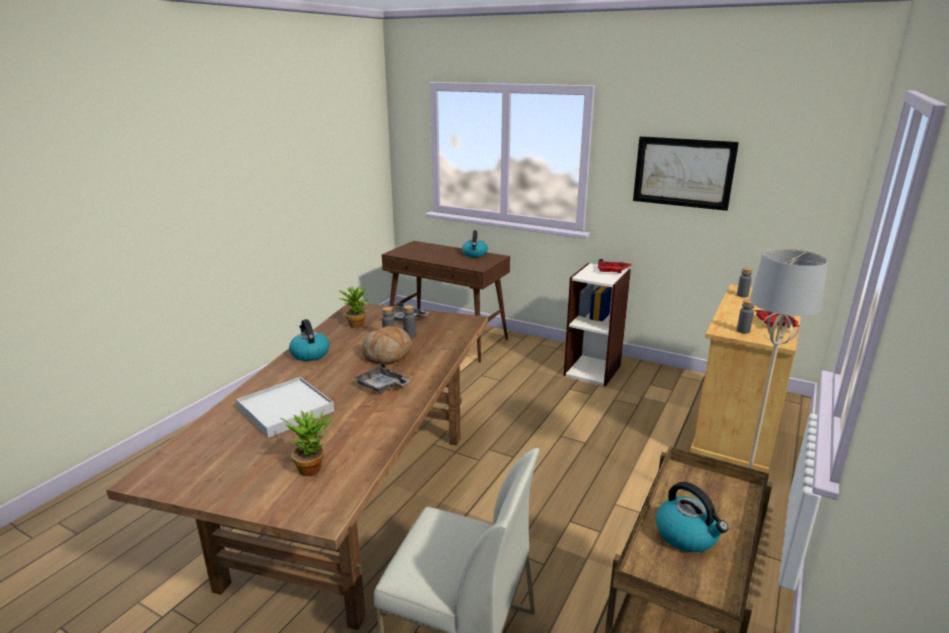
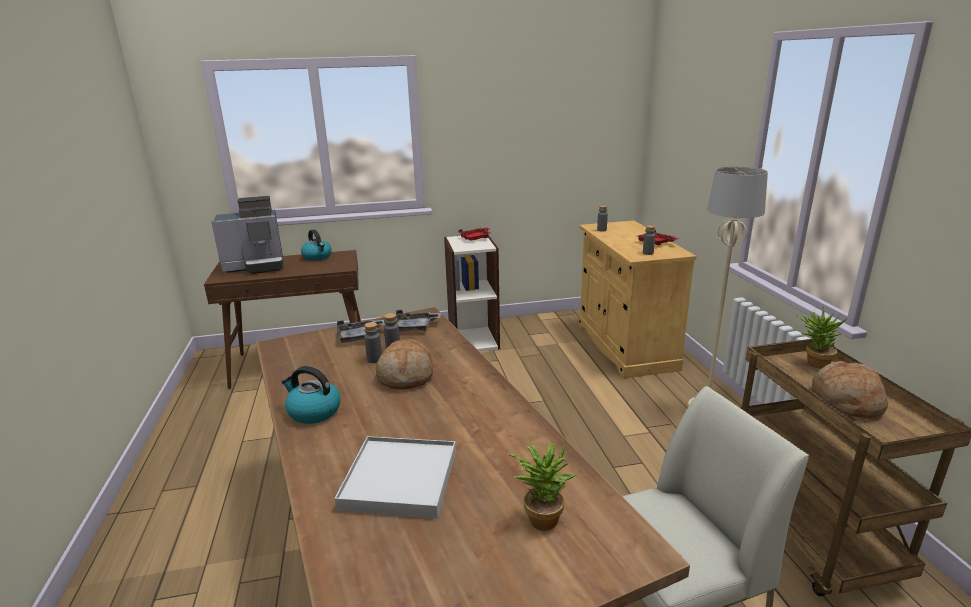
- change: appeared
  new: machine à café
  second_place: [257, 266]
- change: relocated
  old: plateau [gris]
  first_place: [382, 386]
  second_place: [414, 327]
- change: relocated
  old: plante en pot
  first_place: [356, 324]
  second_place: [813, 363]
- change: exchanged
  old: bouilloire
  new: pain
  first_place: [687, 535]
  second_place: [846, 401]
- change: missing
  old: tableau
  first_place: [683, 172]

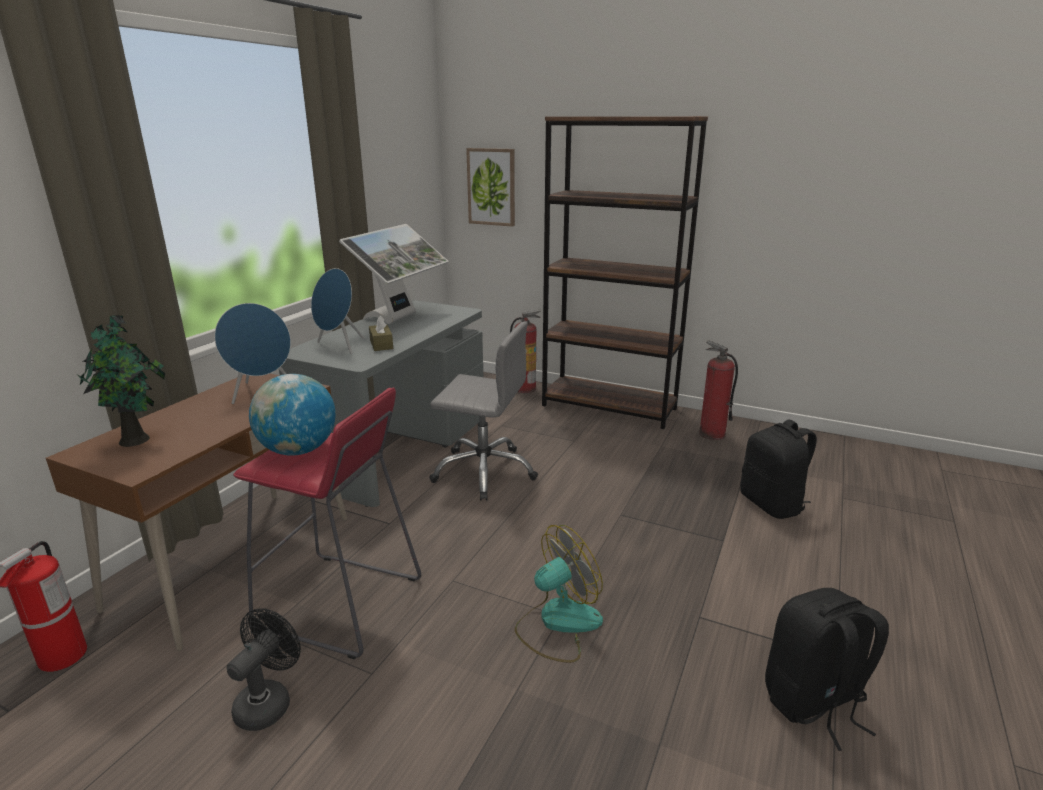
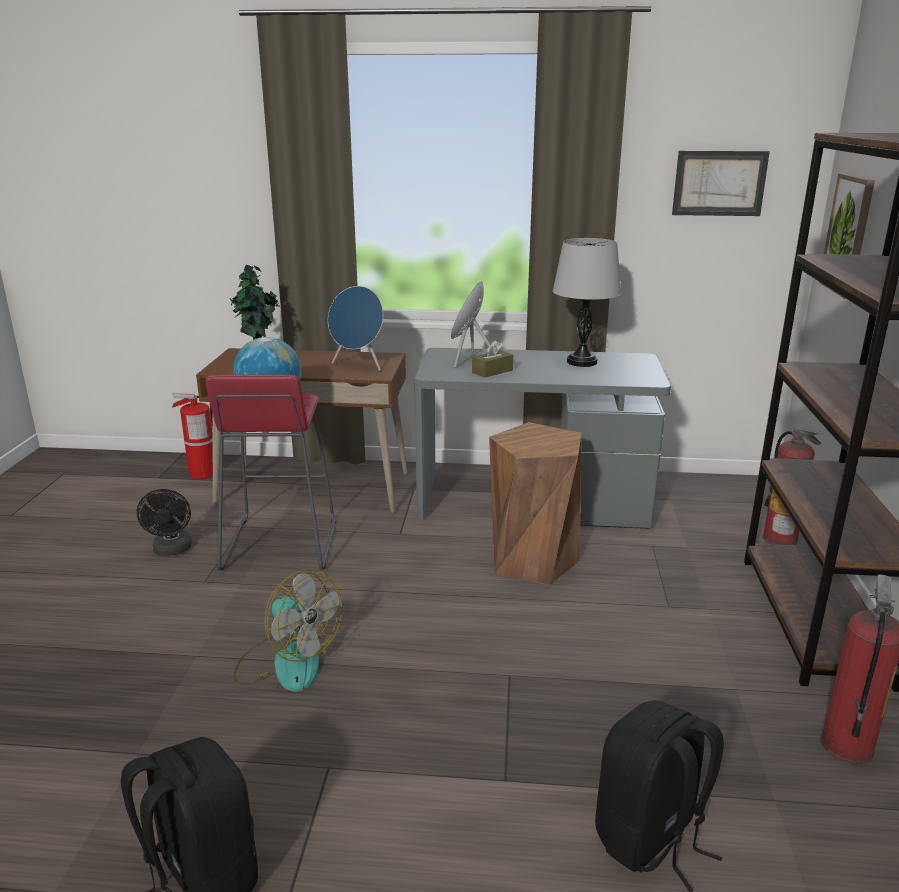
- change: spun
  old: ventilateur [noir]
  first_place: [268, 701]
  second_place: [172, 550]
  degrees: 75
- change: exchanged
  old: chaise de bureau [gris]
  new: tabouret [marron]
  first_place: [484, 471]
  second_place: [532, 559]
- change: exchanged
  old: écran d'ordinateur
  new: lampe de table [gris]
  first_place: [400, 318]
  second_place: [582, 362]
- change: appeared
  new: tableau
  second_place: [719, 183]

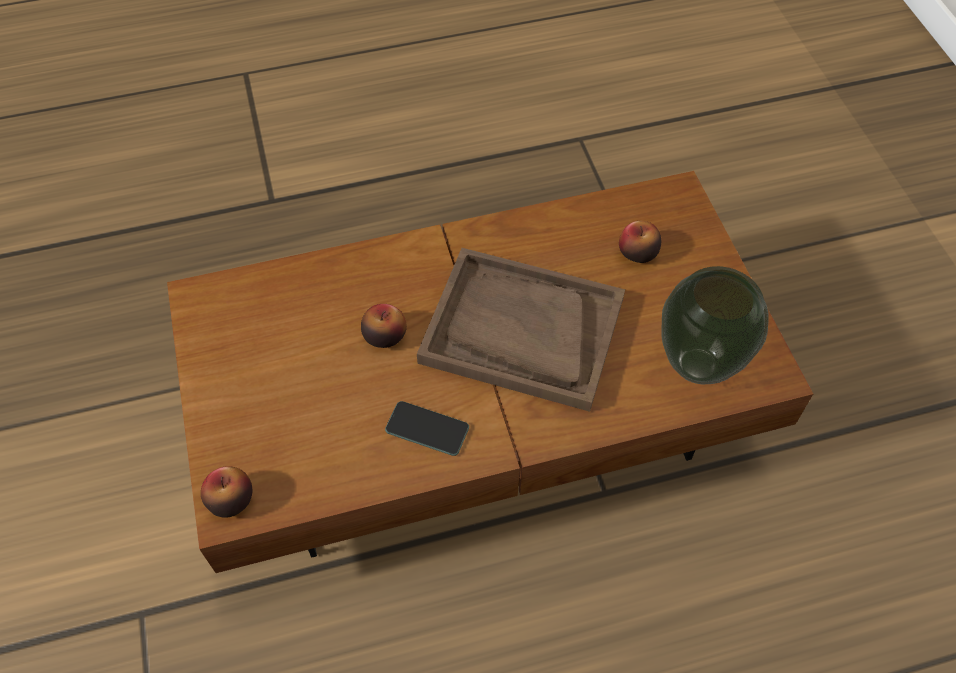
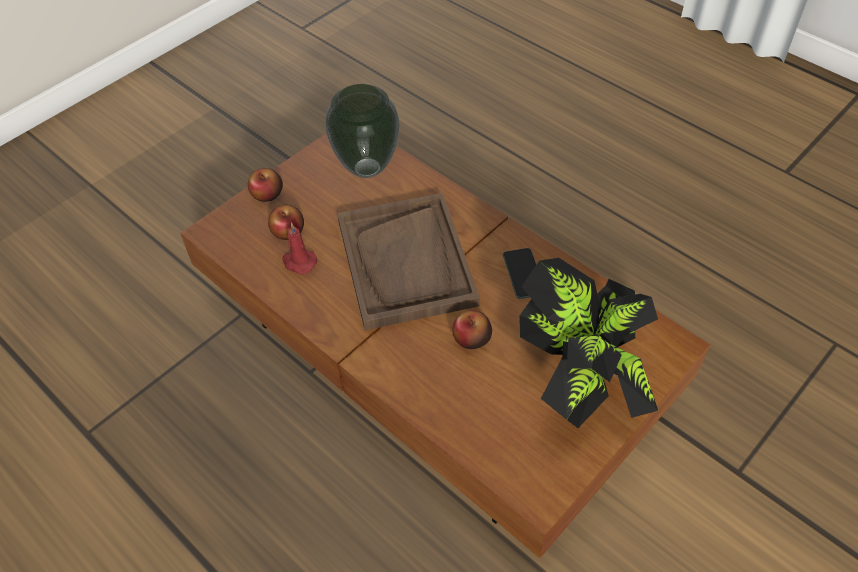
- change: relocated
  old: pomme
  first_place: [231, 499]
  second_place: [267, 194]
- change: appeared
  new: bougie [rouge]
  second_place: [299, 262]
- change: appeared
  new: plante en pot
  second_place: [579, 386]

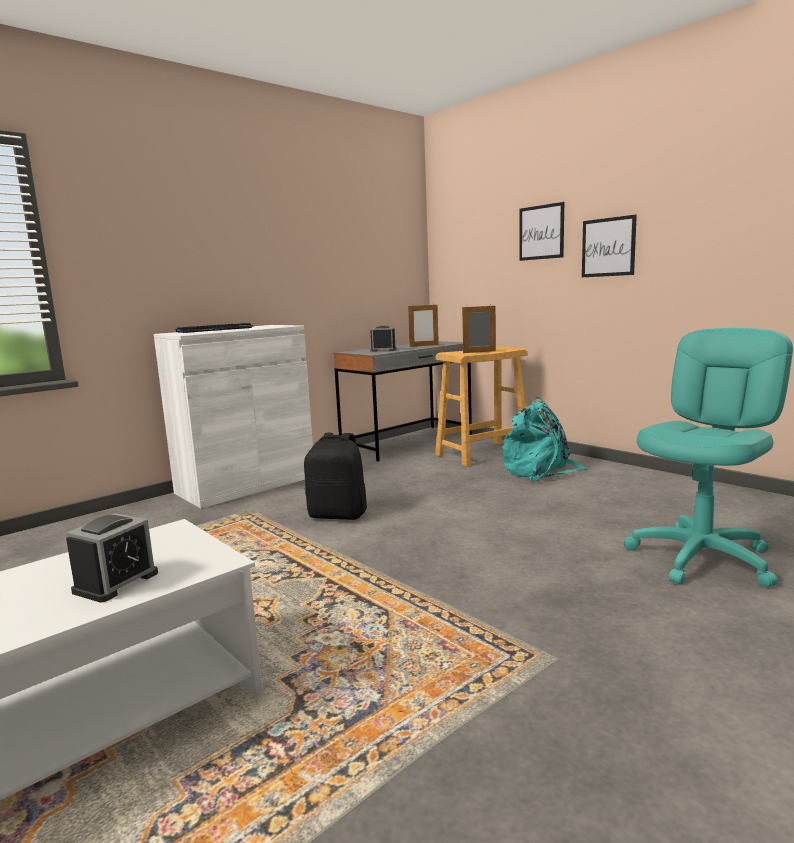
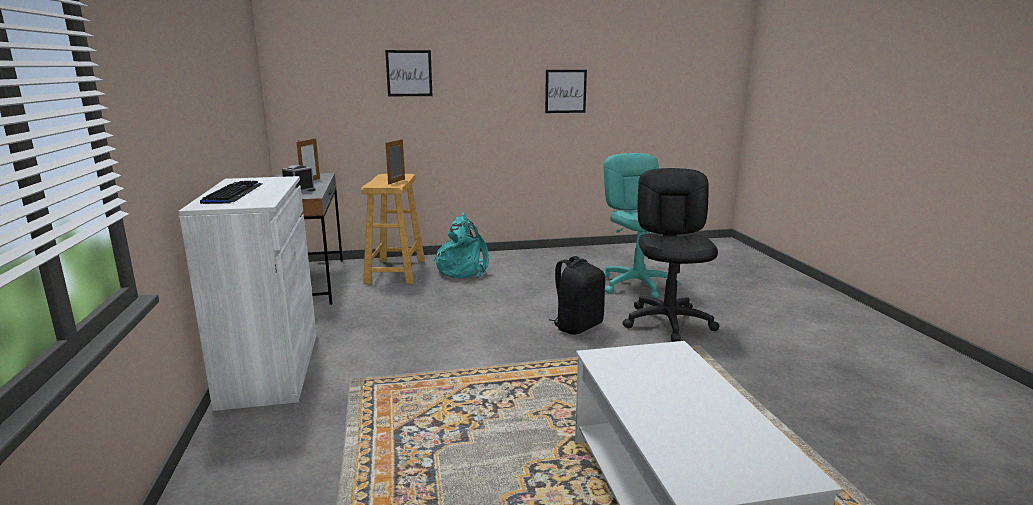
- change: relocated
  old: tableau
  first_place: [608, 247]
  second_place: [565, 91]
- change: relocated
  old: sac à dos [noir]
  first_place: [338, 515]
  second_place: [577, 326]
- change: appeared
  new: chaise de bureau [noir]
  second_place: [668, 322]
- change: missing
  old: réveil
  first_place: [116, 582]

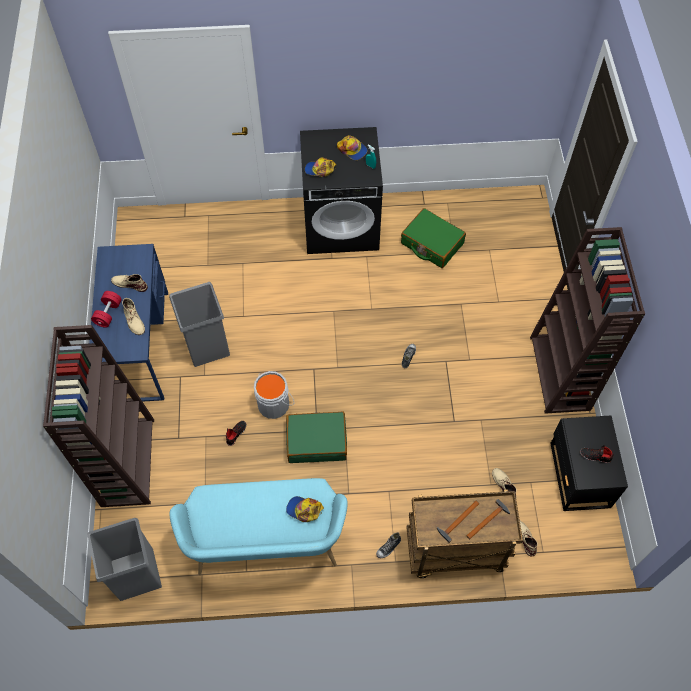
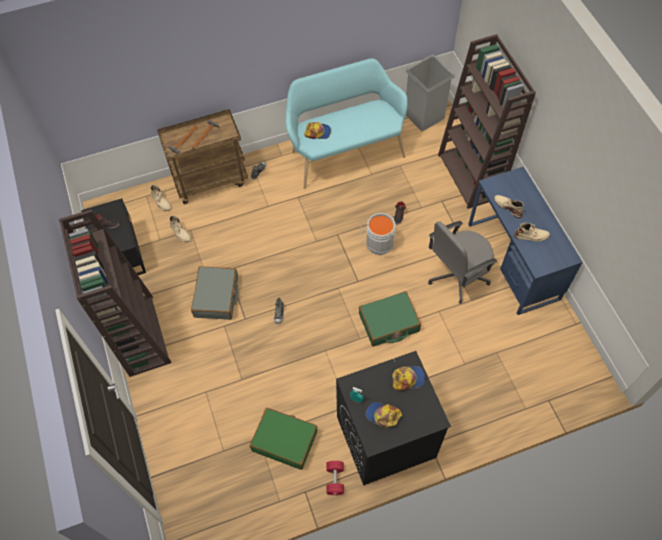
- change: appeared
  new: valise [gris]
  second_place: [217, 297]
- change: relocated
  old: haltère [rouge]
  first_place: [108, 313]
  second_place: [335, 480]
- change: relocated
  old: valise [vert]
  first_place: [316, 441]
  second_place: [389, 323]
- change: exchanged
  old: poubelle [gris]
  new: chaise de bureau [gris]
  first_place: [207, 346]
  second_place: [457, 276]

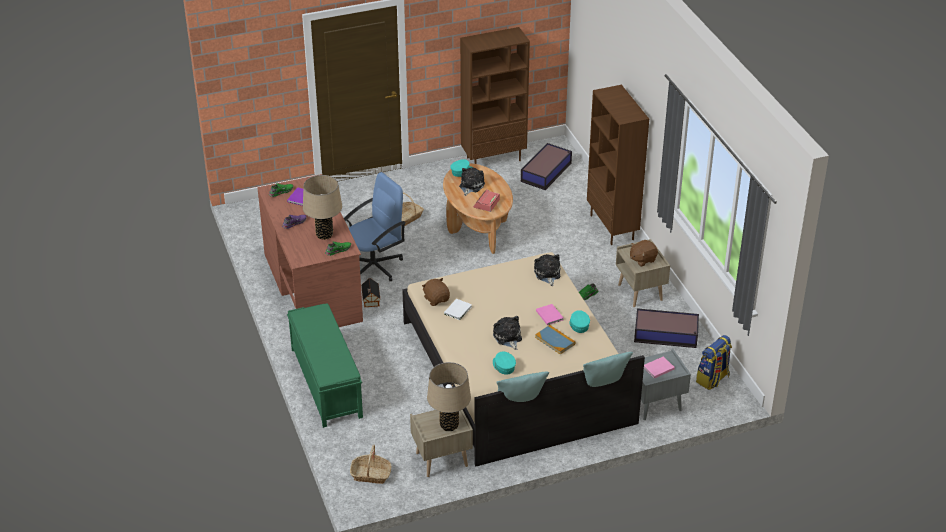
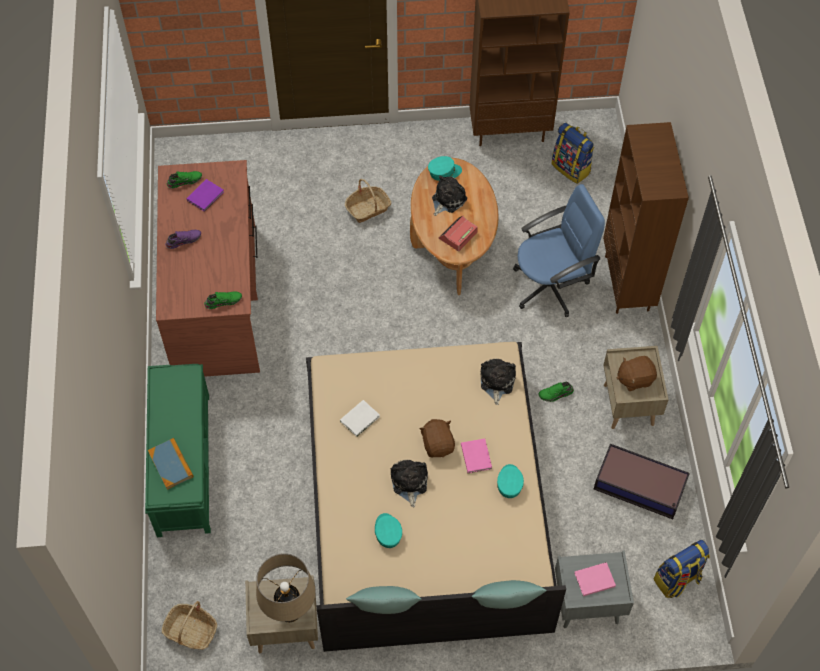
- change: relocated
  old: livre
  first_place: [555, 341]
  second_place: [171, 464]
- change: relocated
  old: peluche [marron]
  first_place: [436, 299]
  second_place: [438, 444]
- change: relocated
  old: chaise de bureau [bleu]
  first_place: [374, 266]
  second_place: [551, 286]
- change: exchanged
  old: boîte de rangement
  new: sac à dos
  first_place: [546, 172]
  second_place: [571, 168]
- change: missing
  old: lampe de table [beige]
  first_place: [324, 235]
- change: missing
  old: maison miniature
  first_place: [370, 300]

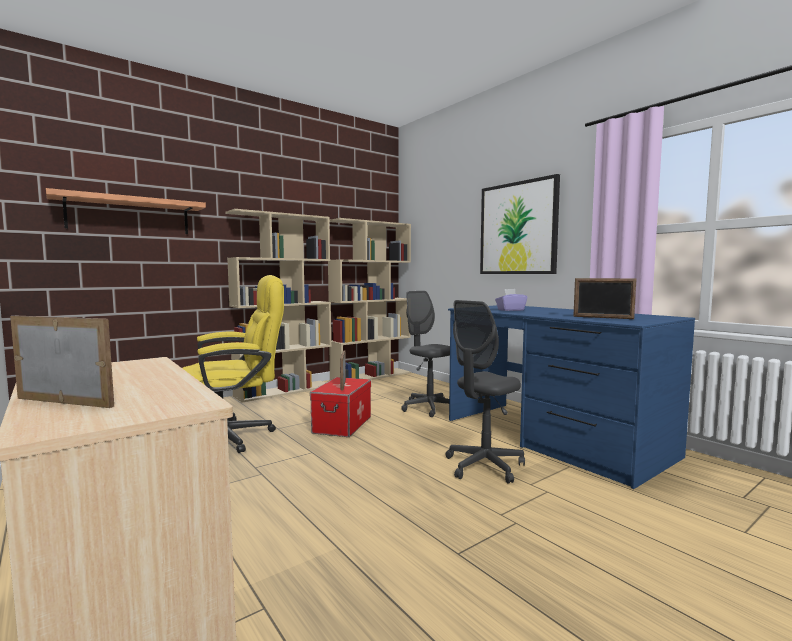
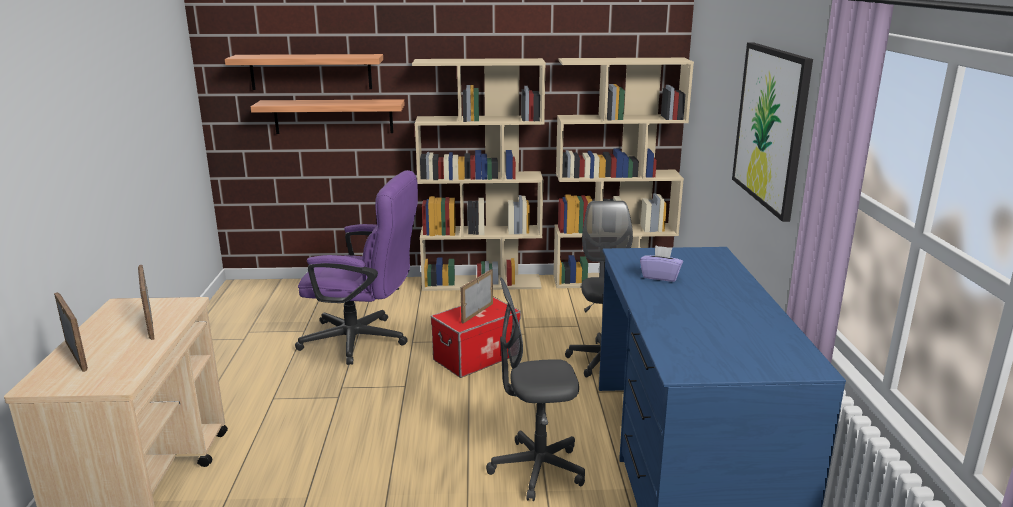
- change: relocated
  old: cadre photo
  first_place: [602, 317]
  second_place: [150, 324]
- change: appeared
  new: étagère
  second_place: [333, 116]
- change: colour
  old: chaise de bureau [jaune]
  new: chaise de bureau [violet]
  first_place: [232, 437]
  second_place: [363, 341]

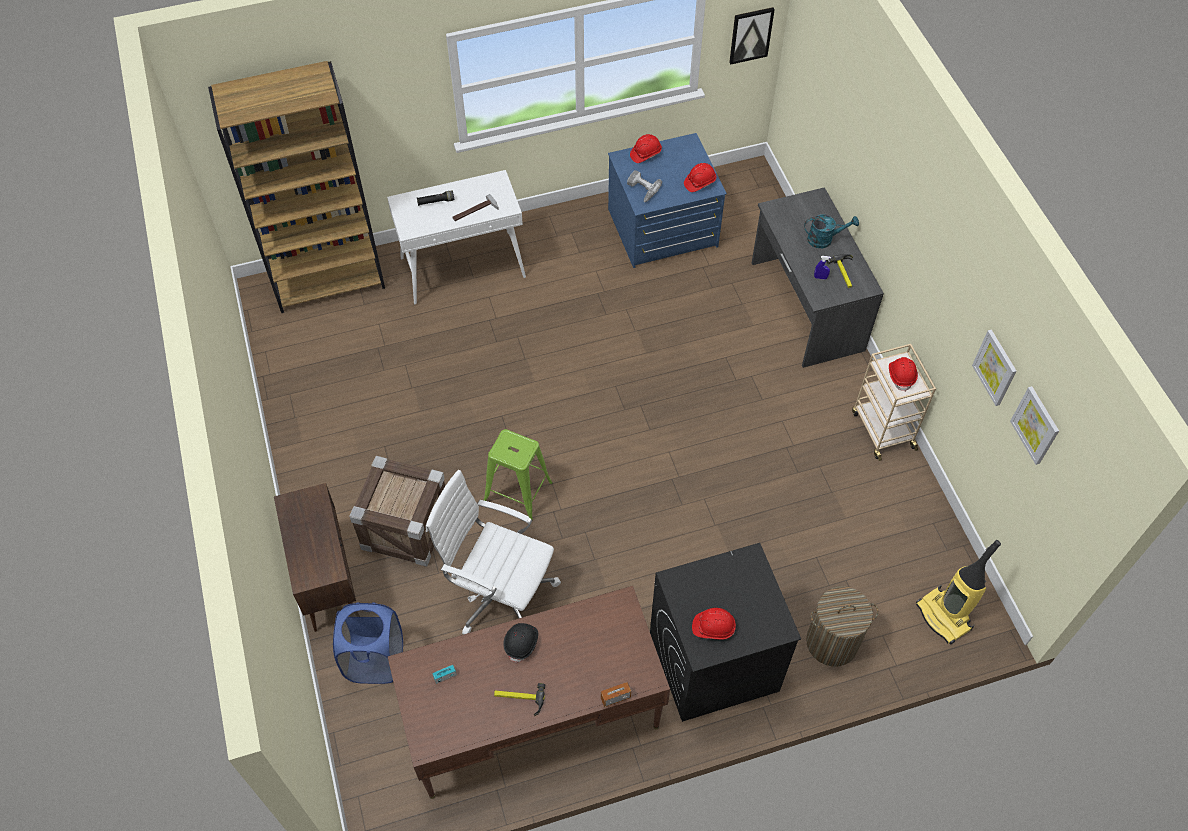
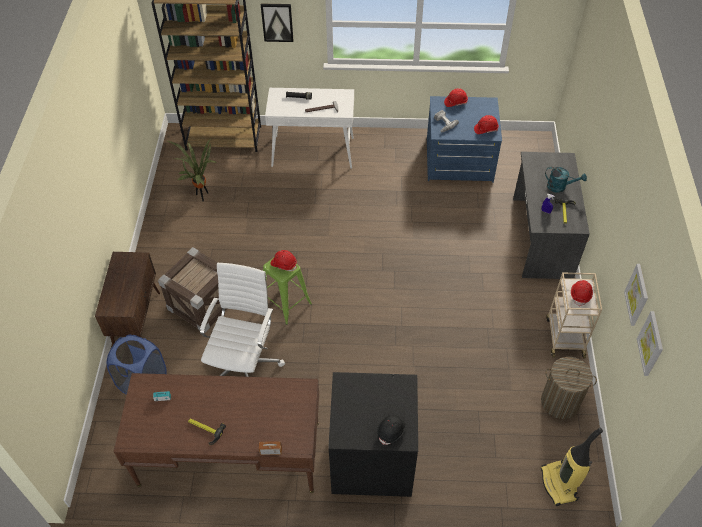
- change: appeared
  new: plante en pot
  second_place: [202, 195]
- change: spun
  old: chaise de bureau [blanc]
  first_place: [500, 592]
  second_place: [244, 365]
  degrees: 60
- change: relocated
  old: tableau
  first_place: [750, 35]
  second_place: [277, 22]
- change: relocated
  old: casque de chantier [rouge]
  first_place: [713, 627]
  second_place: [283, 264]
- change: relocated
  old: casque de chantier [noir]
  first_place: [521, 643]
  second_place: [392, 431]
- change: relocated
  old: panier à linge
  first_place: [831, 642]
  second_place: [559, 402]

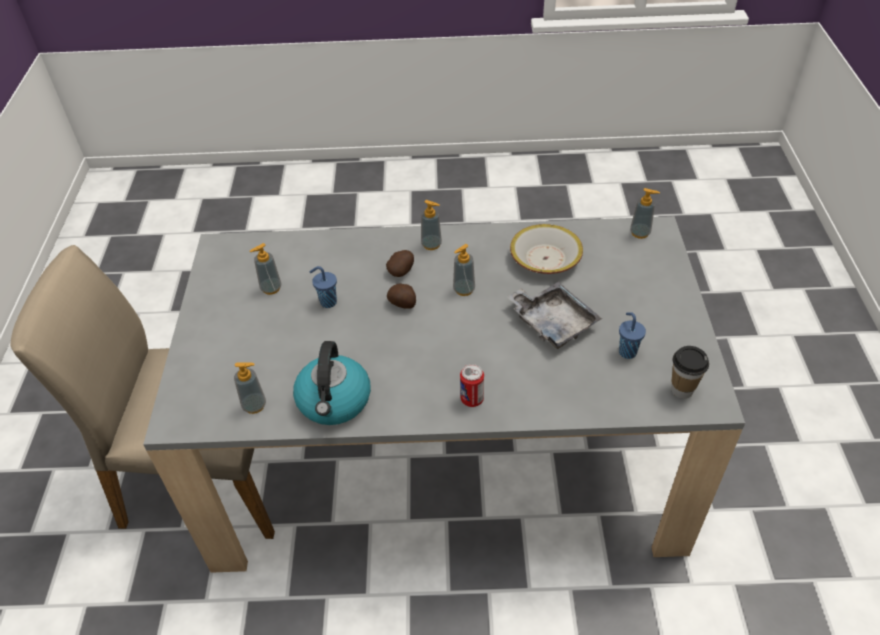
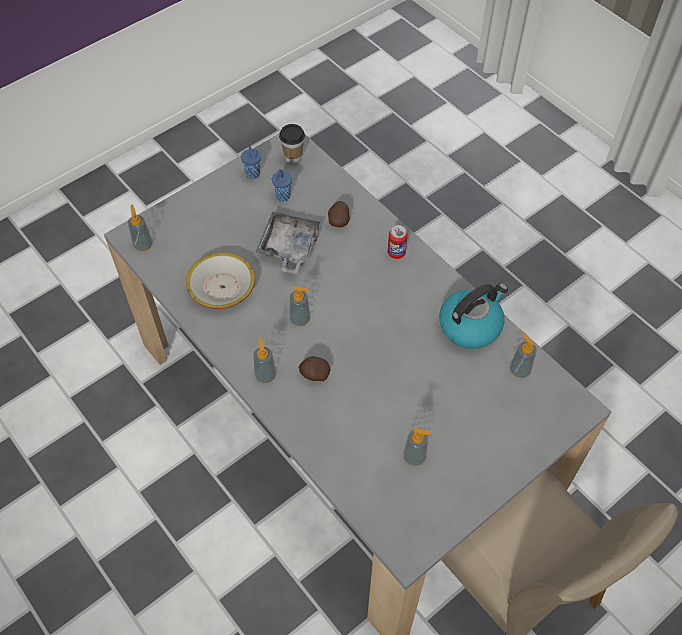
- change: relocated
  old: tasse [bleu]
  first_place: [327, 302]
  second_place: [253, 175]
- change: relocated
  old: pomme de terre
  first_place: [403, 304]
  second_place: [339, 220]

